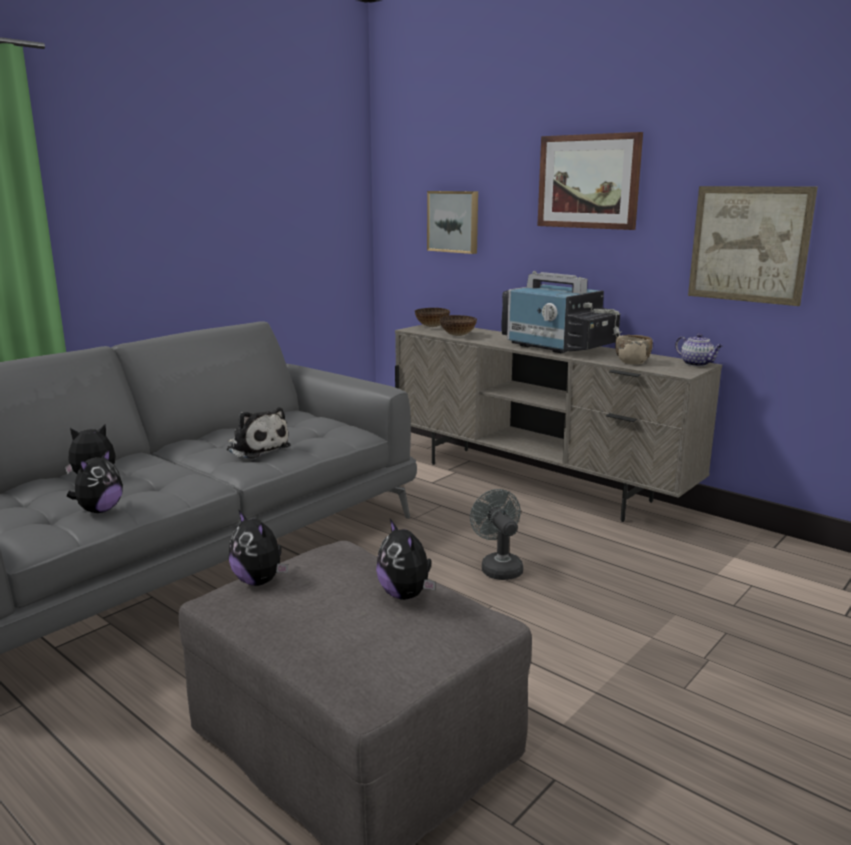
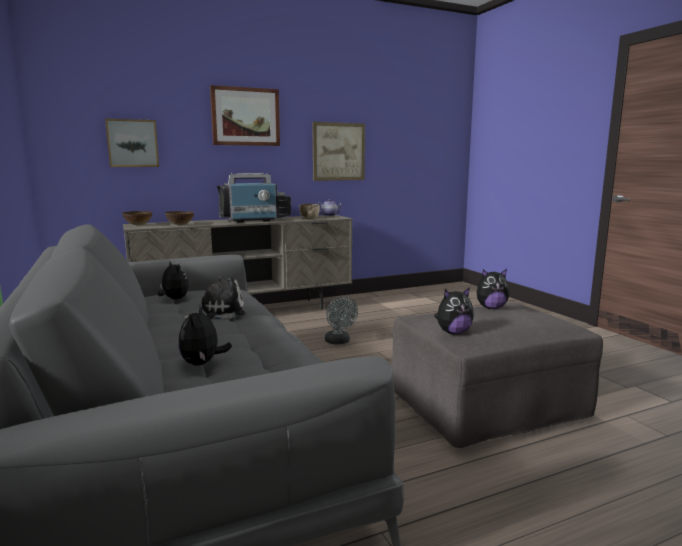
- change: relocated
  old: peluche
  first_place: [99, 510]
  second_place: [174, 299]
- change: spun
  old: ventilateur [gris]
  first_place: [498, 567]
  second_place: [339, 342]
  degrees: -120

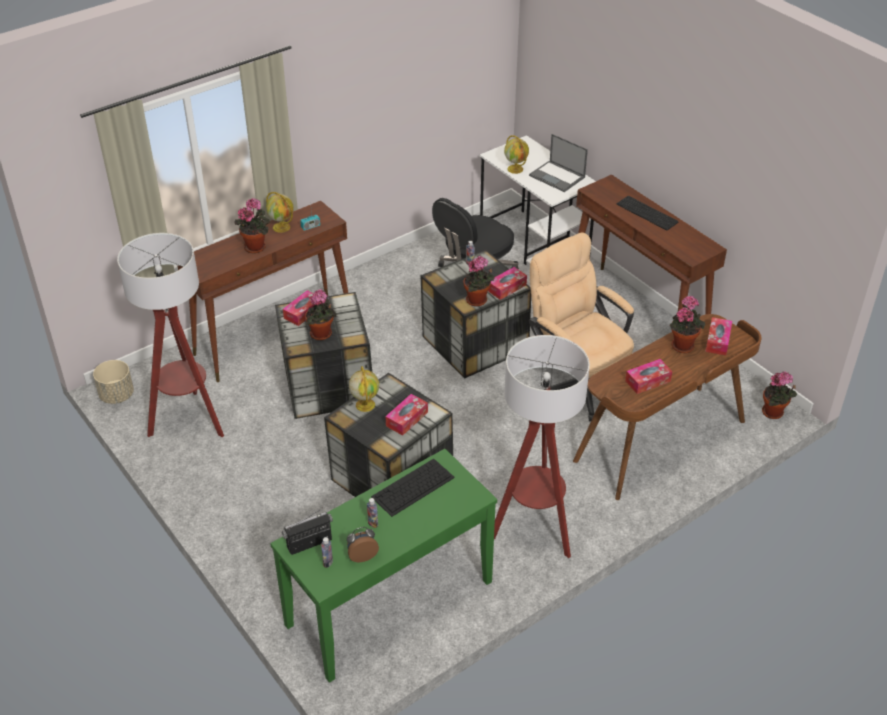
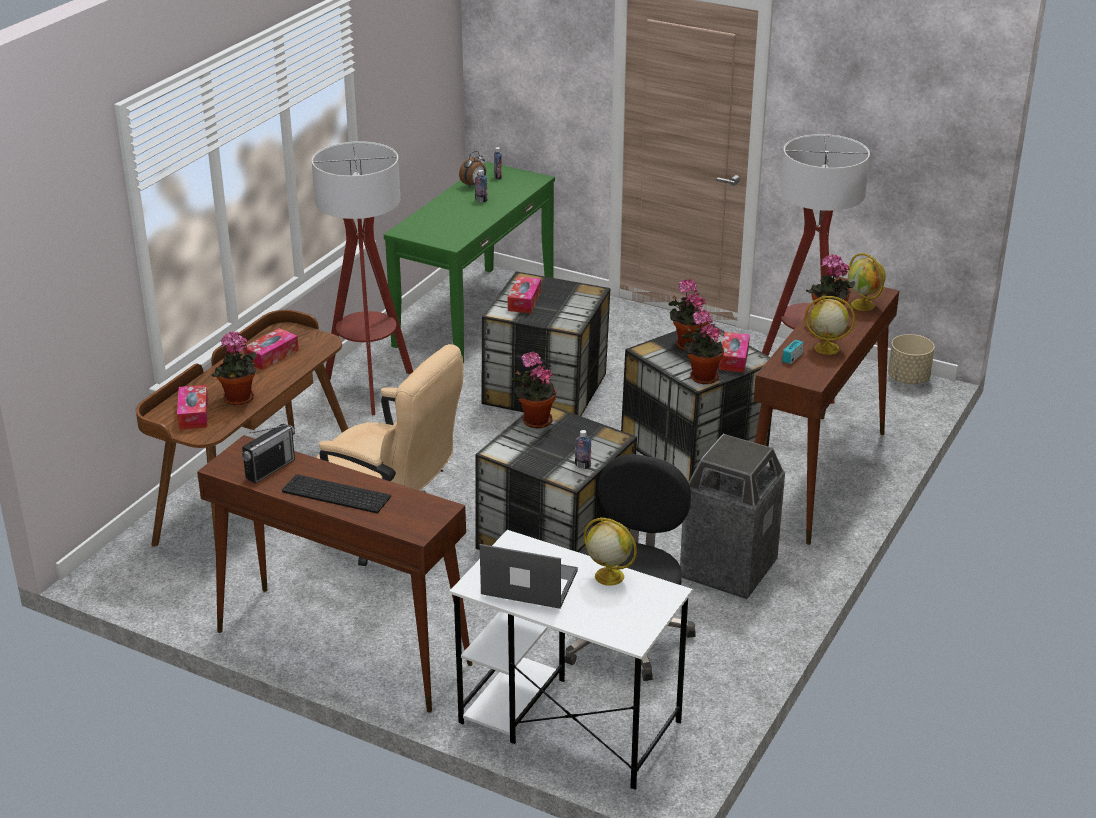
- change: relocated
  old: radio
  first_place: [309, 543]
  second_place: [270, 469]
- change: appeared
  new: poubelle
  second_place: [727, 569]
- change: relocated
  old: plante en pot
  first_place: [774, 413]
  second_place: [701, 377]
- change: relocated
  old: globe
  first_place: [365, 404]
  second_place: [863, 305]
- change: missing
  old: clavier
  first_place: [412, 487]
- change: missing
  old: boîte à mouchoirs
  first_place: [507, 288]

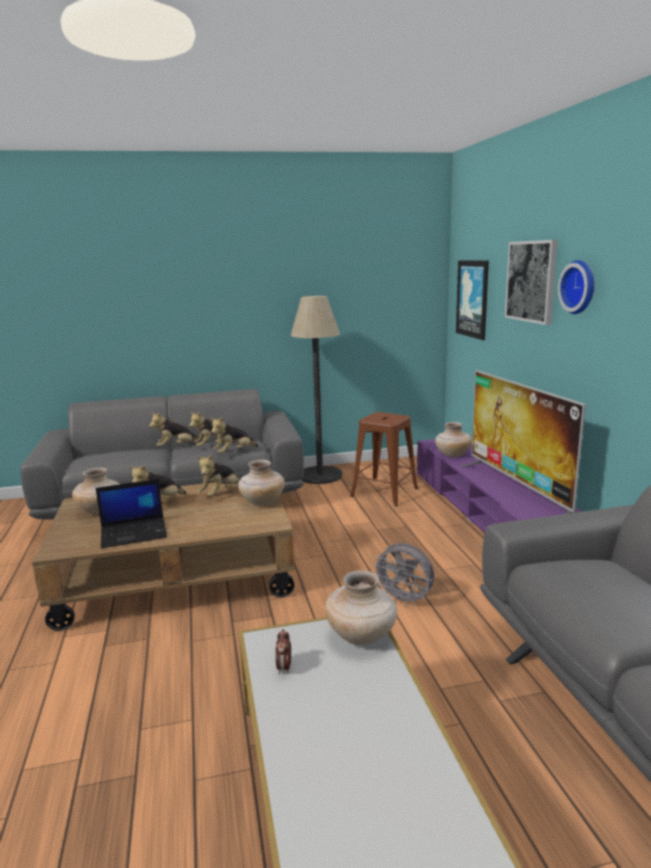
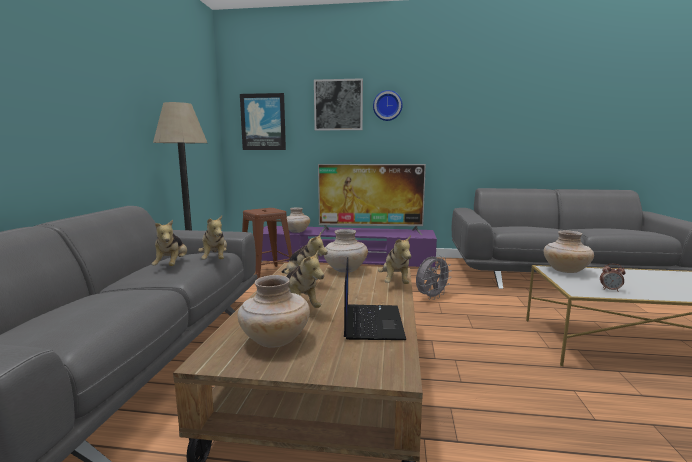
- change: relocated
  old: peluche
  first_place: [176, 447]
  second_place: [395, 282]

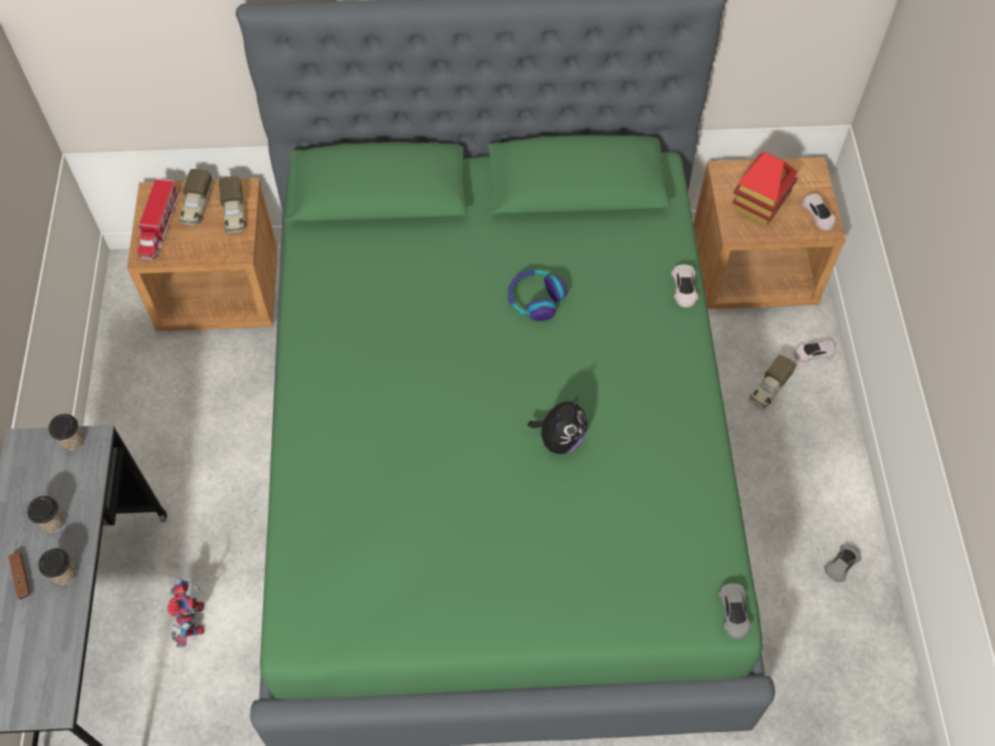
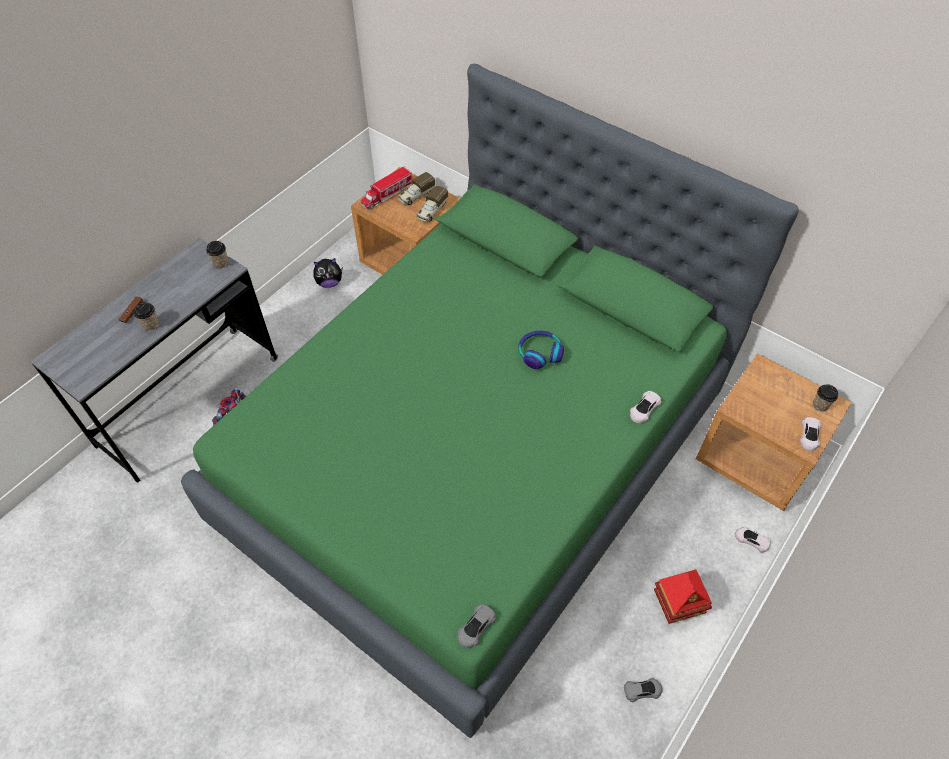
- change: relocated
  old: peluche
  first_place: [560, 439]
  second_place: [329, 283]
- change: relocated
  old: maison miniature
  first_place: [759, 206]
  second_place: [677, 605]
- change: relocated
  old: tasse
  first_place: [53, 522]
  second_place: [820, 405]
- change: missing
  old: camion jouet
  first_place: [769, 388]

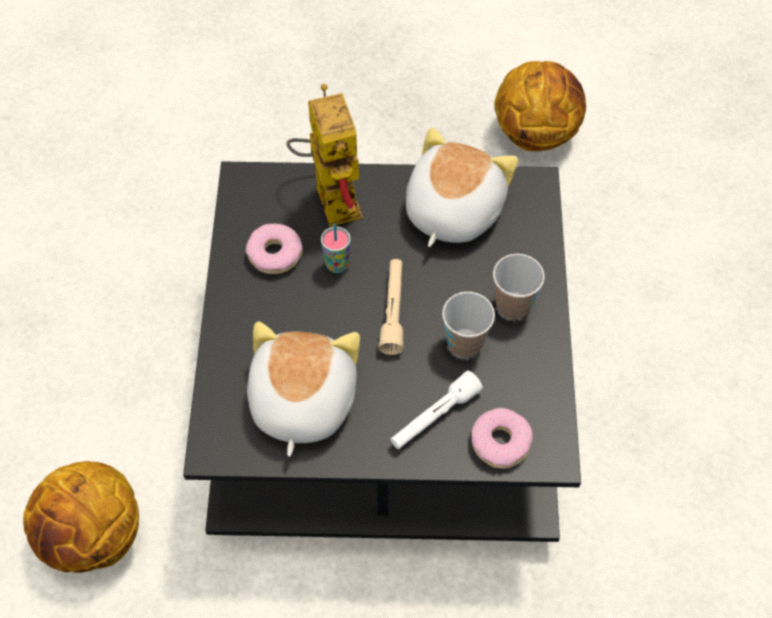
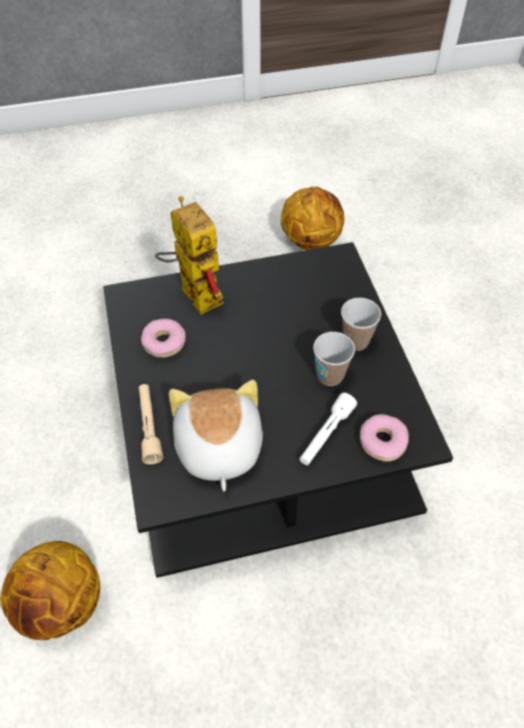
- change: relocated
  old: lampe de poche [beige]
  first_place: [393, 310]
  second_place: [149, 427]
- change: missing
  old: tasse
  first_place: [337, 265]
- change: missing
  old: peluche
  first_place: [451, 210]

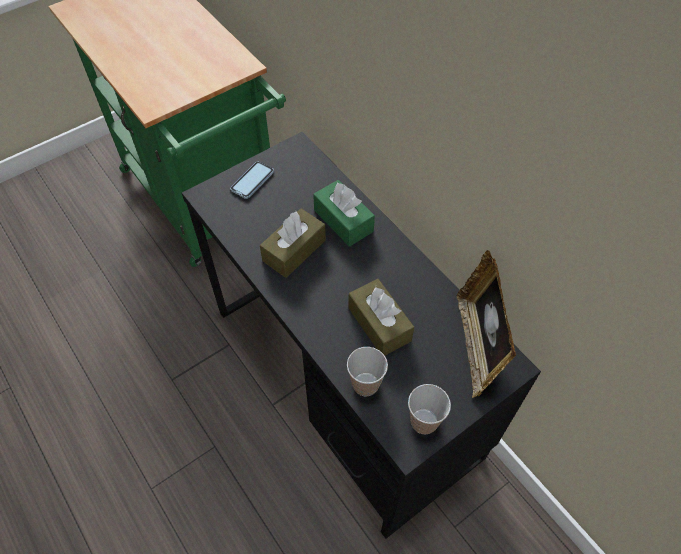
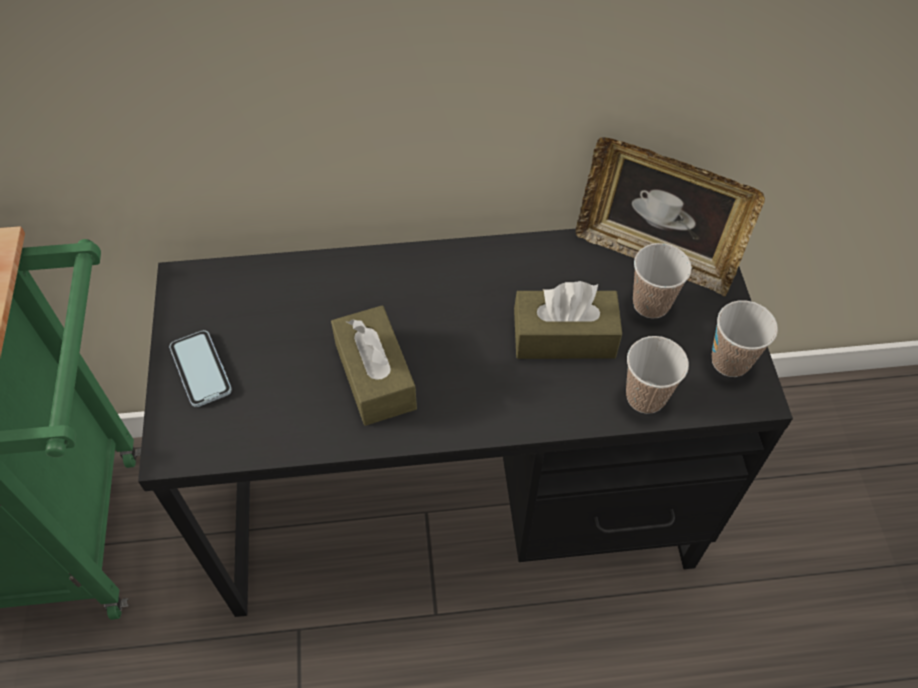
- change: appeared
  new: tasse
  second_place: [651, 304]
- change: missing
  old: boîte à mouchoirs [vert]
  first_place: [343, 221]

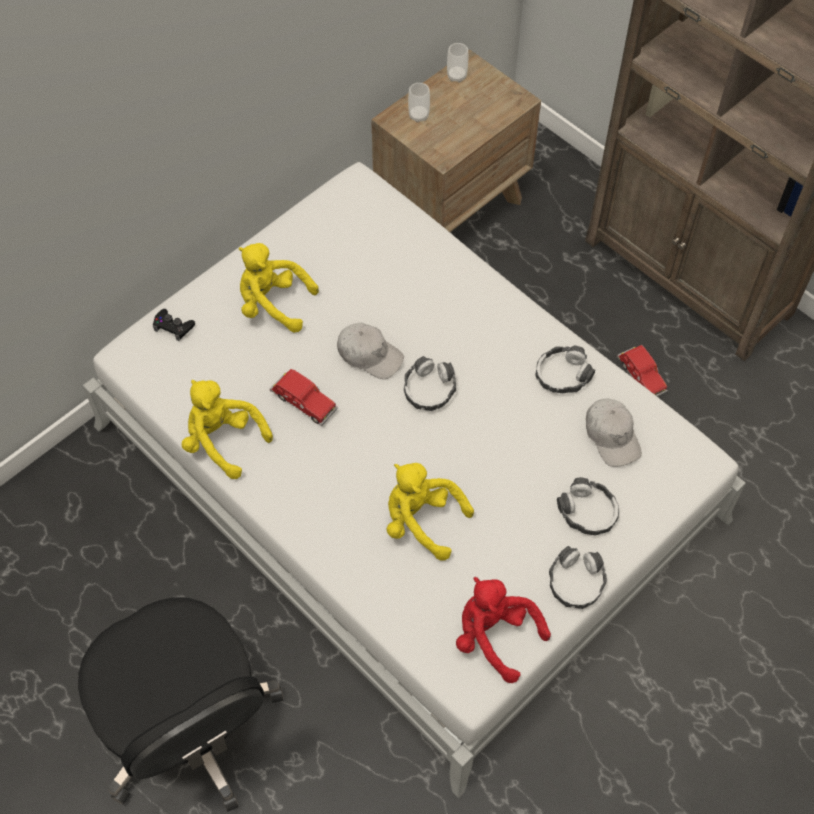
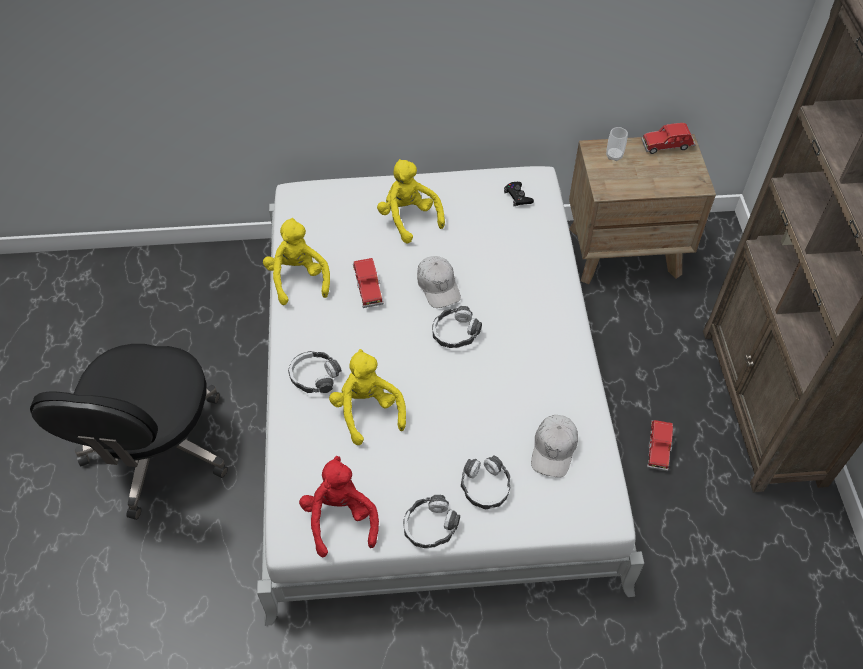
- change: relocated
  old: casque audio
  first_place: [562, 375]
  second_place: [314, 376]
- change: relocated
  old: manette [noir]
  first_place: [173, 327]
  second_place: [518, 197]
- change: exchanged
  old: tasse
  new: petite voiture [rouge]
  first_place: [456, 76]
  second_place: [667, 146]

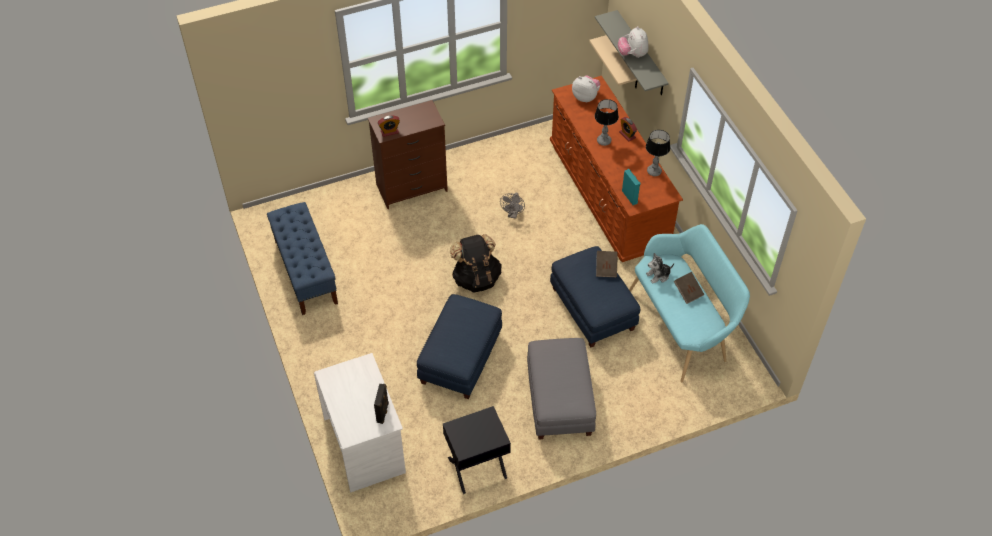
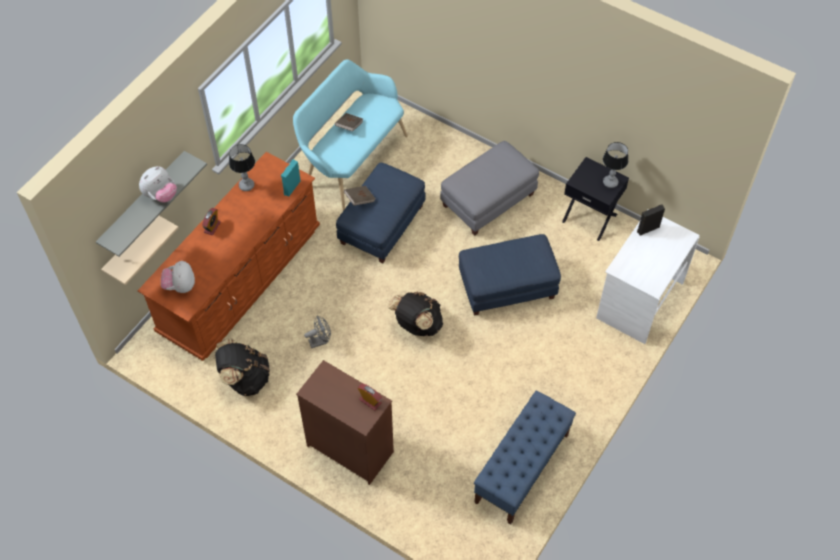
- change: appeared
  new: sac à dos [noir]
  second_place: [245, 378]
- change: relocated
  old: lampe de table
  first_place: [604, 141]
  second_place: [610, 182]
- change: missing
  old: peluche
  first_place: [658, 275]

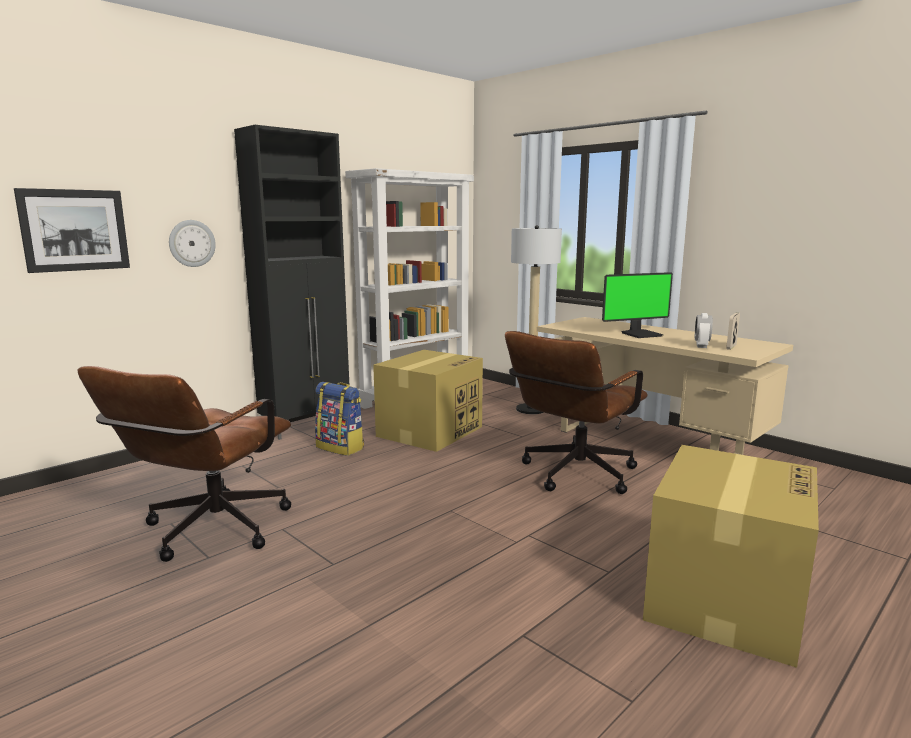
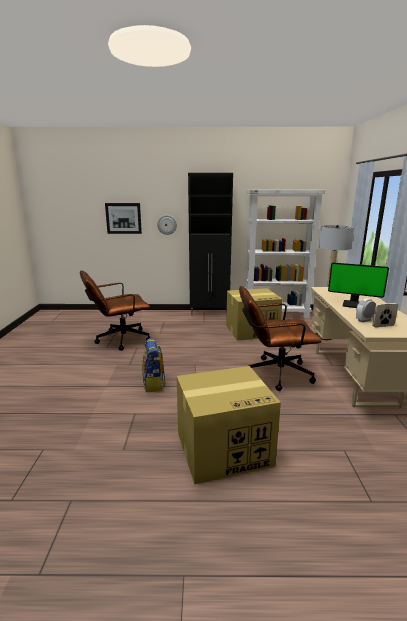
- change: relocated
  old: sac à dos
  first_place: [341, 447]
  second_place: [154, 384]

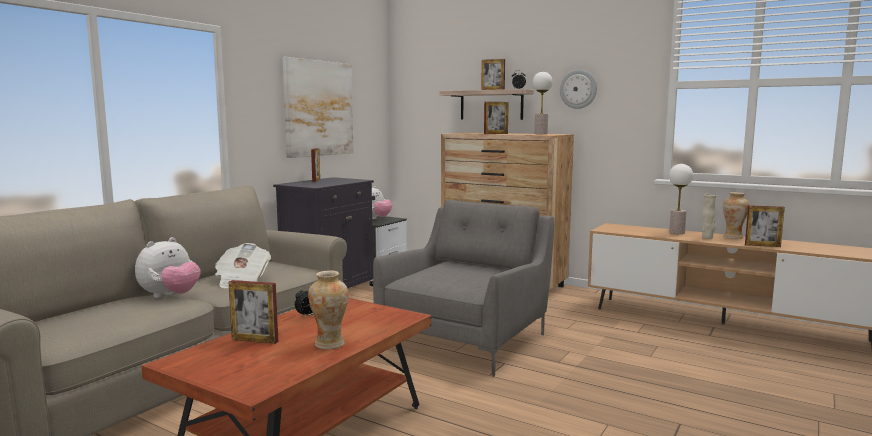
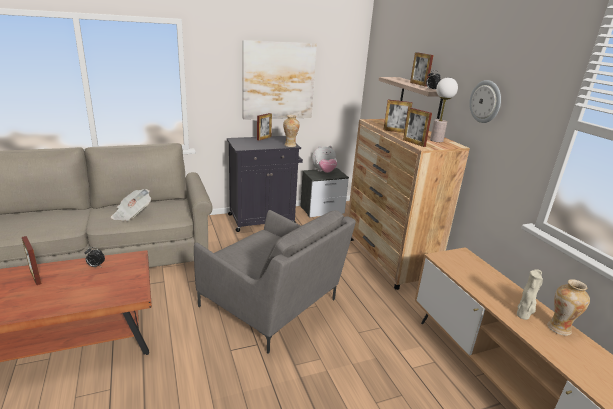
- change: spun
  old: fauteuil [gris]
  first_place: [466, 338]
  second_place: [272, 305]
  degrees: 60
- change: relocated
  old: vase
  first_place: [329, 344]
  second_place: [290, 145]
- change: relocated
  old: cadre photo
  first_place: [762, 245]
  second_place: [414, 143]
- change: missing
  old: peluche
  first_place: [170, 296]
- change: missing
  old: lampe de table
  first_place: [677, 232]

